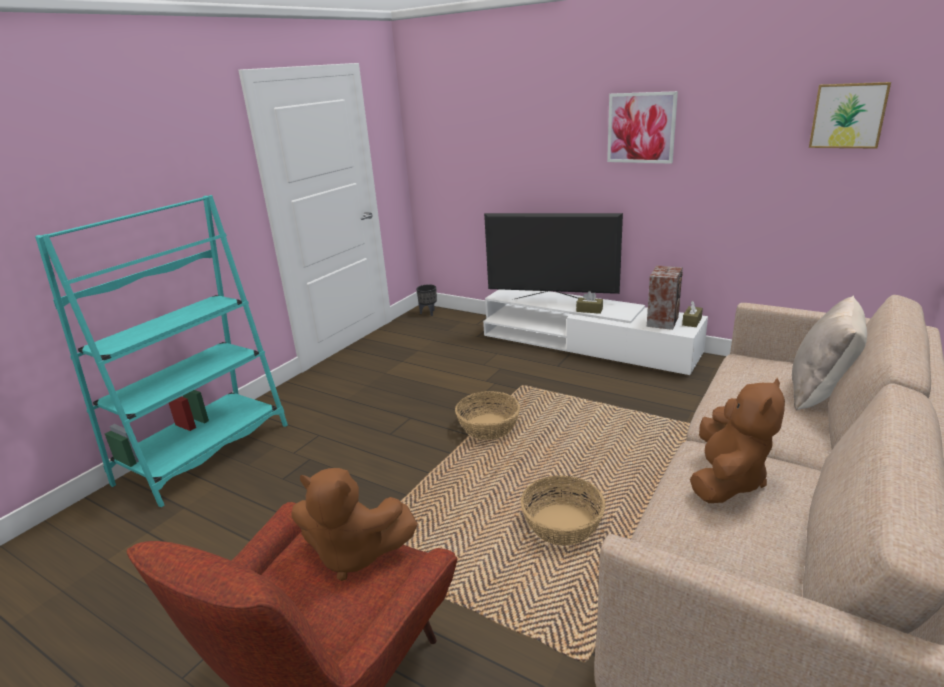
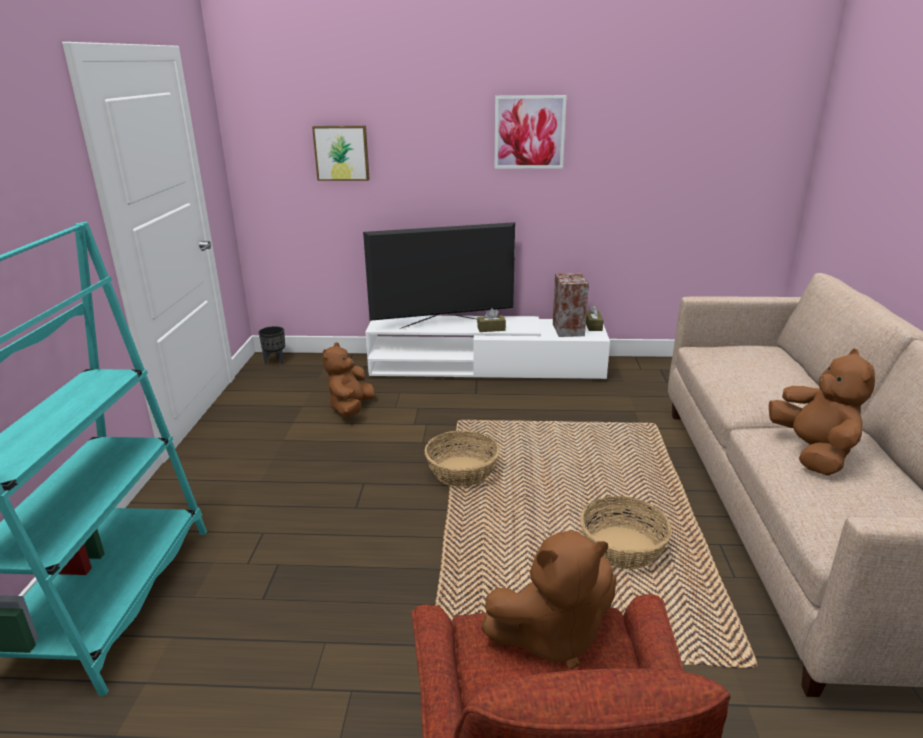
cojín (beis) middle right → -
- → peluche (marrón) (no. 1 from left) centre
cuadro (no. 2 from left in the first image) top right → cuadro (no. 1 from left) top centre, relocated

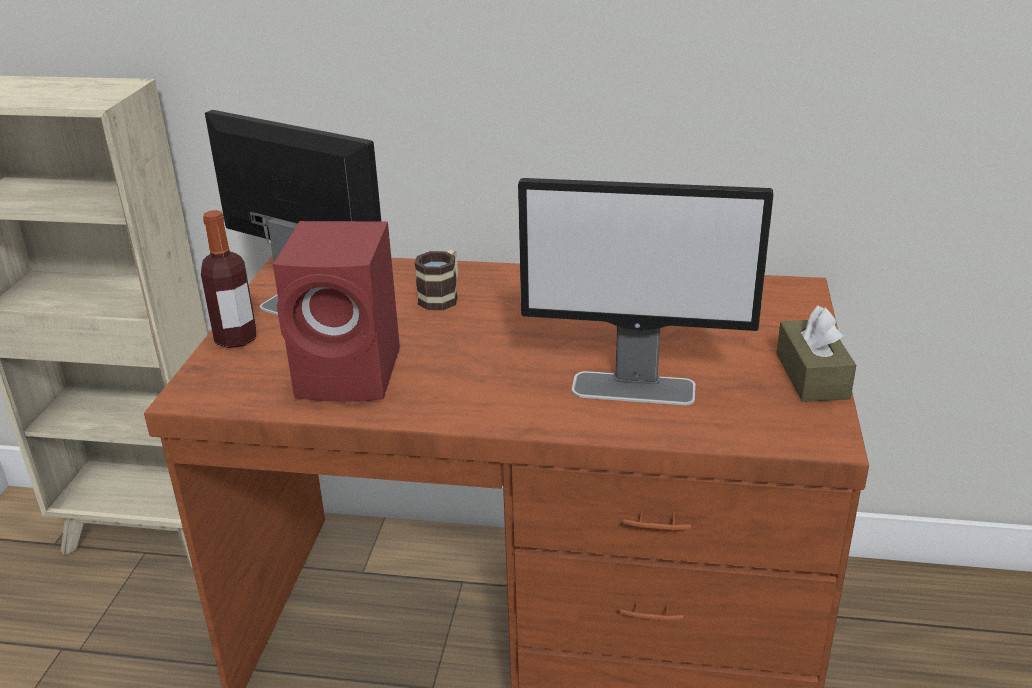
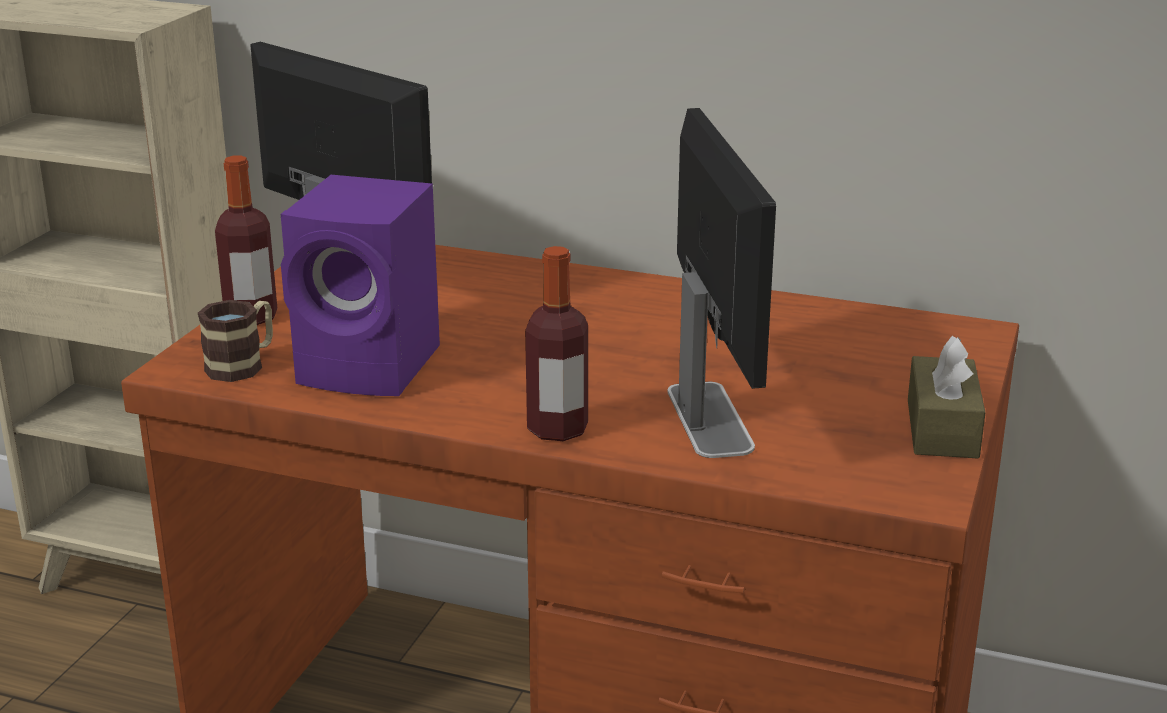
- → botella (no. 2 from left) centre
taza grande centre → taza grande middle left, relocated
altavoz (rojo) middle left → altavoz (morado) middle left
monitor (no. 2 from left) centre, 120 degrees counterclockwise

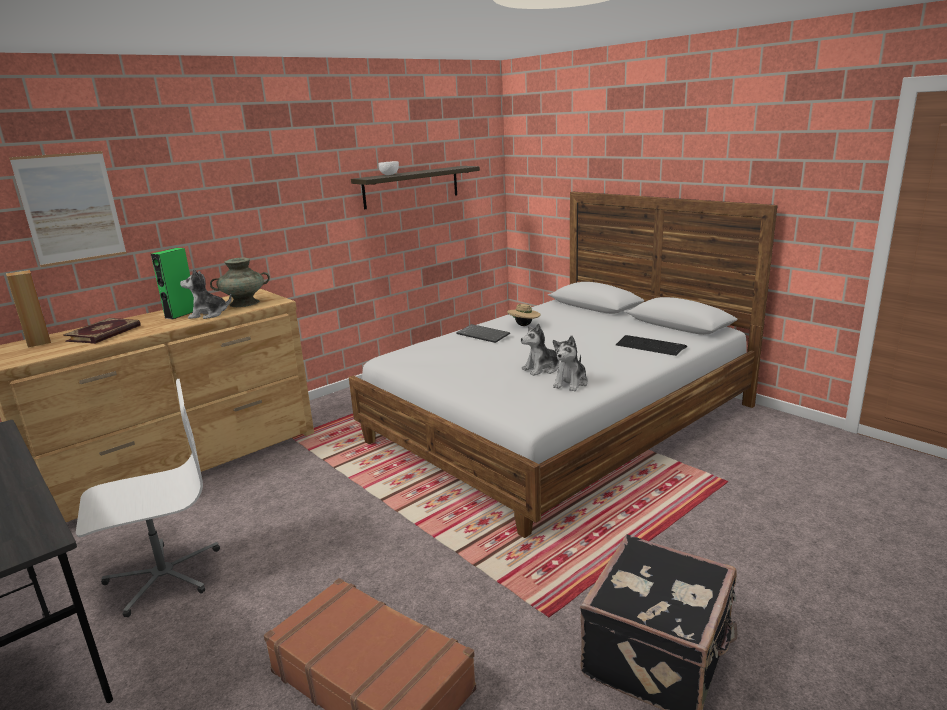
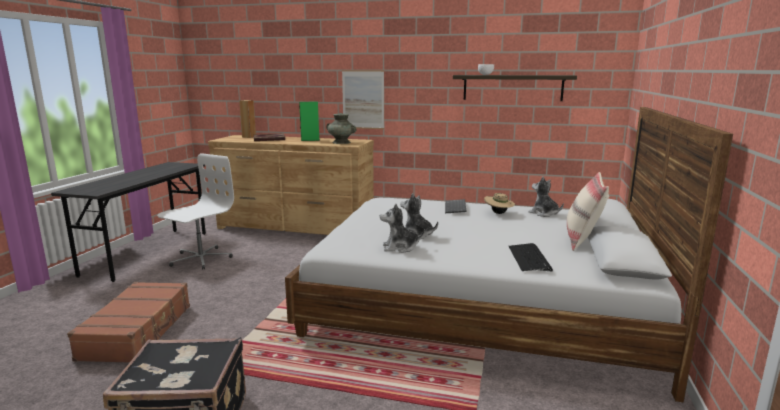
- → cojín (beis) middle right
cuadro top left → cuadro top centre, relocated
peluche (no. 1 from left in the first image) middle left → peluche (no. 3 from left) middle right, relocated
silla de oficina (blanco) bottom left → silla de oficina (blanco) middle left, 90 degrees counterclockwise

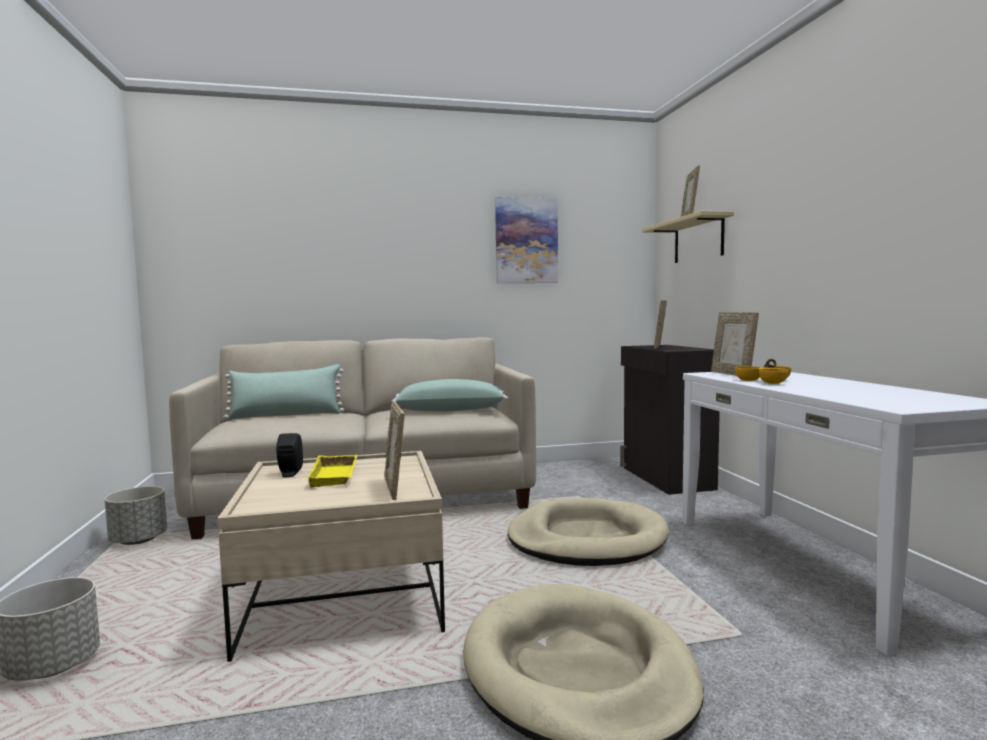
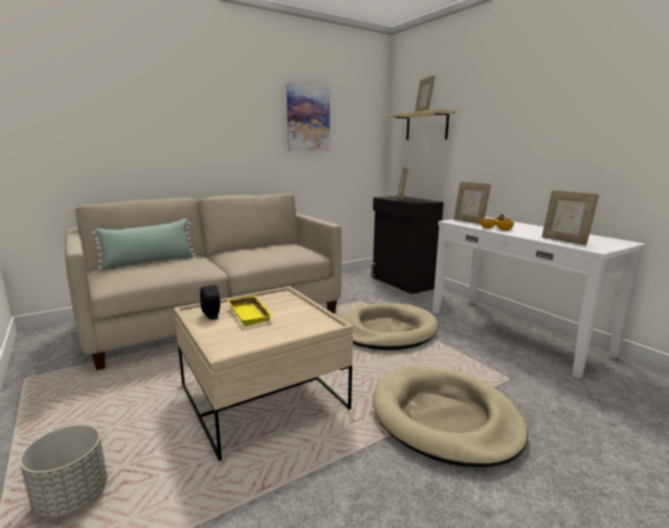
maceta (gris) (no. 2 from left) bottom left → -
cojín (verde) (no. 2 from left) centre → -
portarretratos (no. 1 from left in the first image) centre → portarretratos (no. 4 from left) middle right, relocated

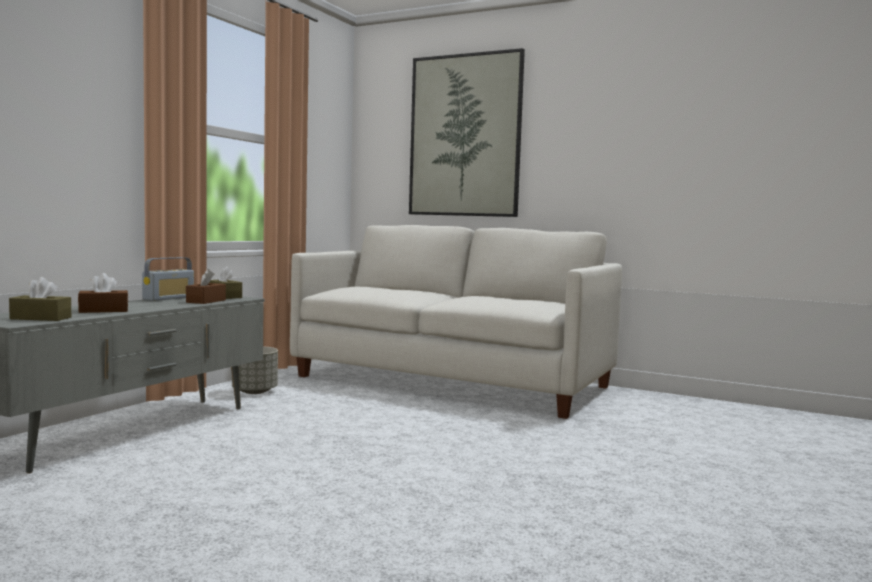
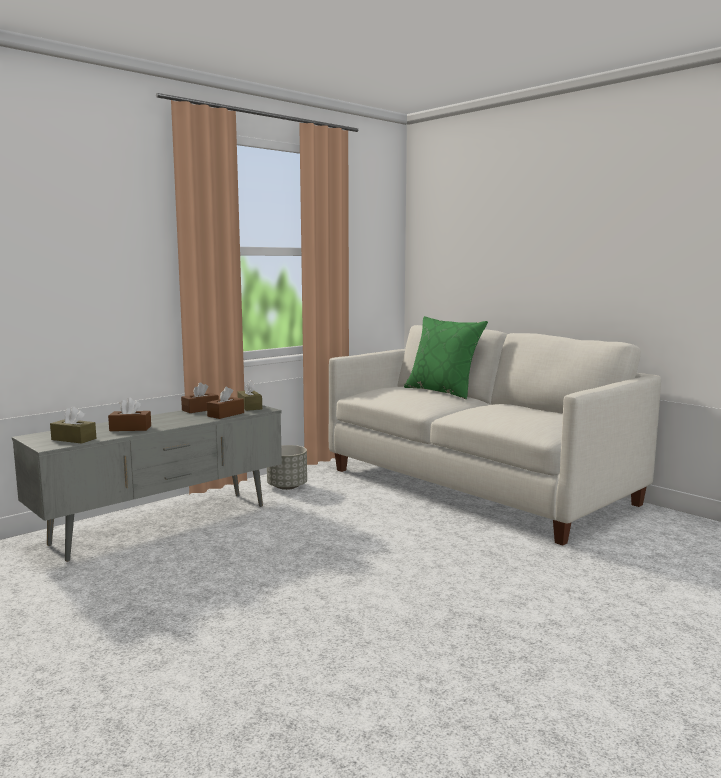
cuadro top centre → -
- → cojín (verde) centre
radio middle left → caja de pañuelos (marrón) (no. 3 from left) middle left

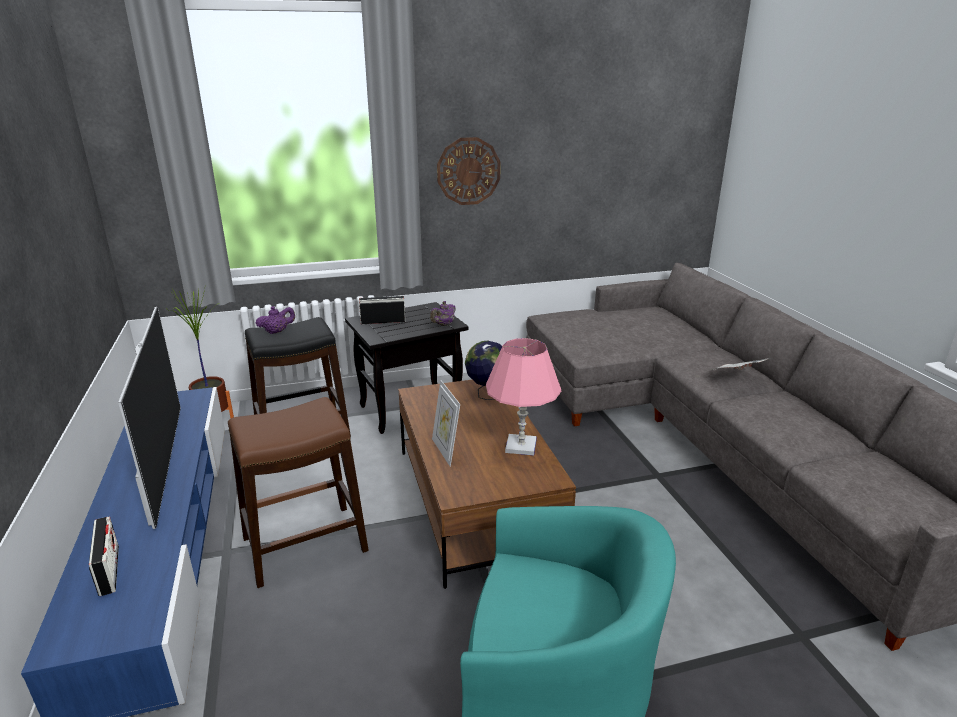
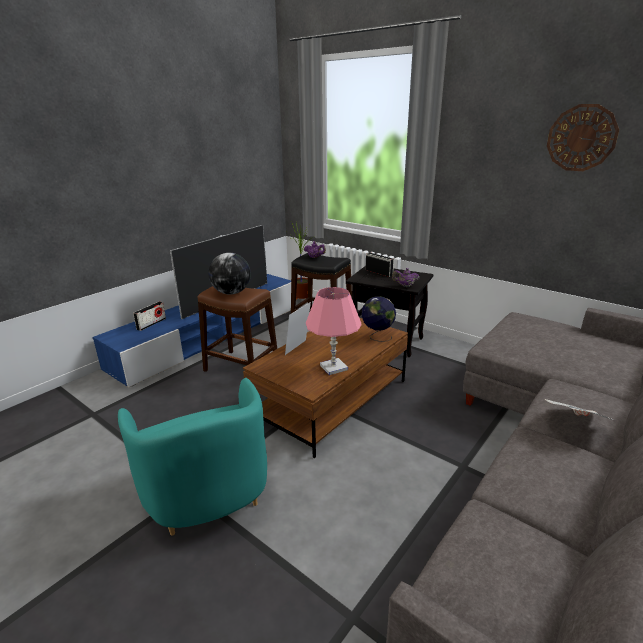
- → globo terráqueo (no. 1 from left) centre
reloj de pared top centre → reloj de pared top right, relocated

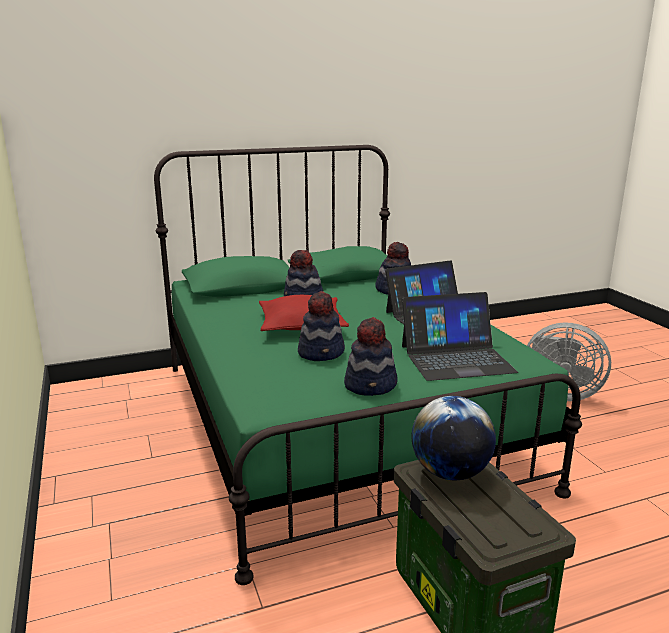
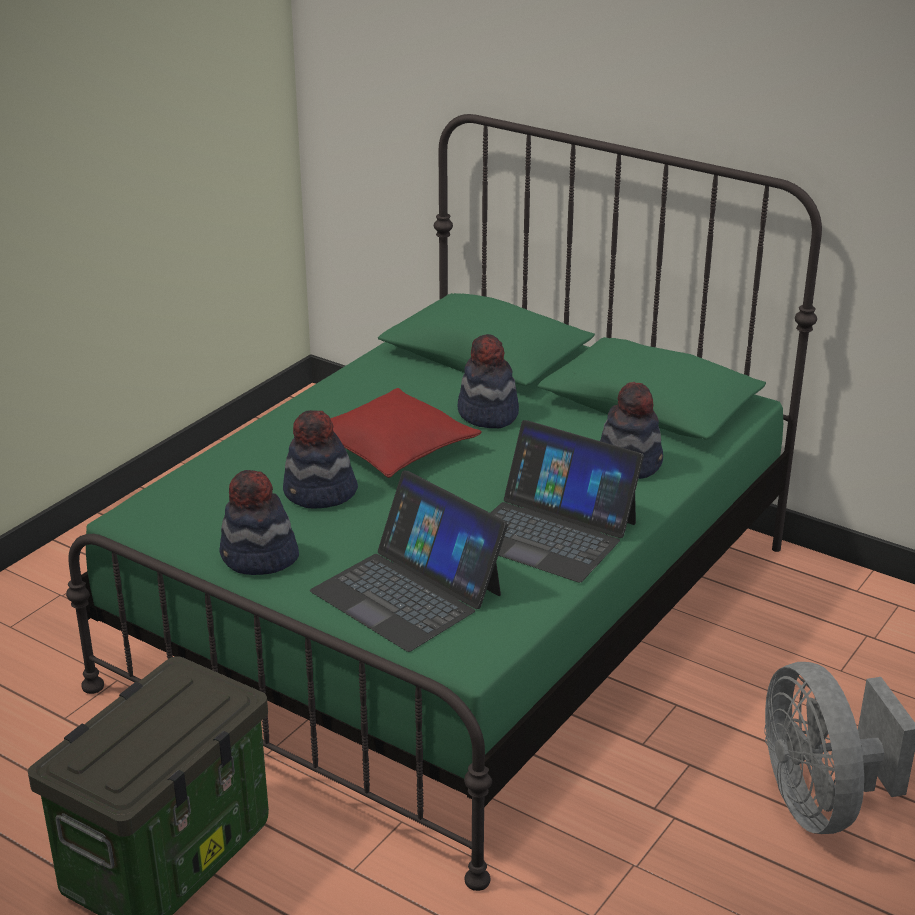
globo terráqueo bottom right → -

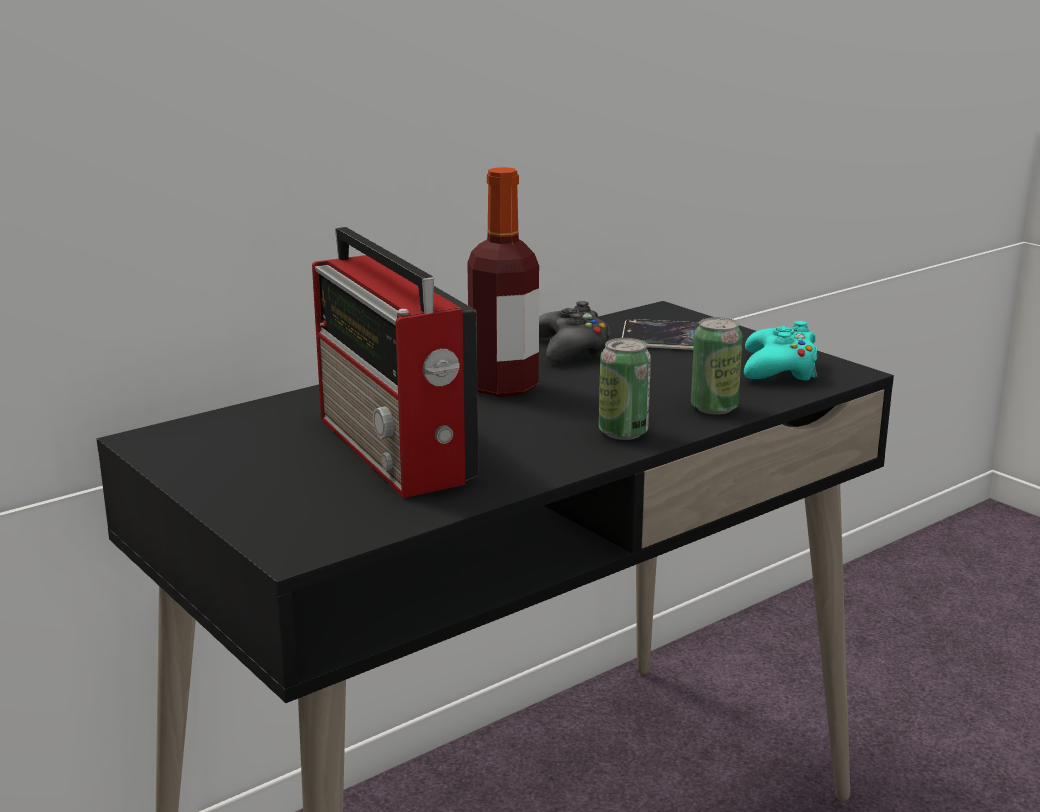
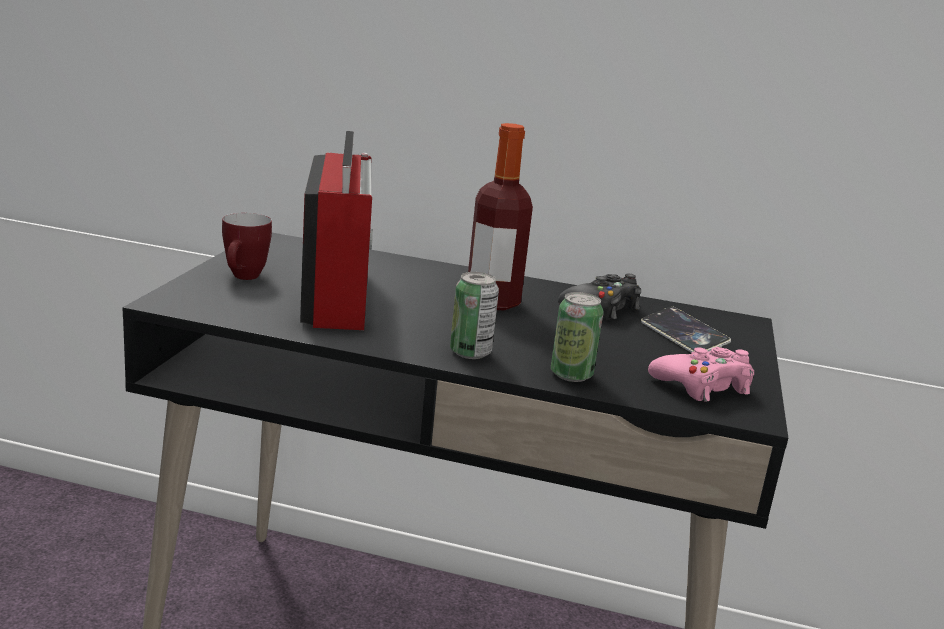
- → taza grande middle left
mando de consola (turquesa) middle right → mando de consola (rosa) middle right
radio centre, 150 degrees clockwise

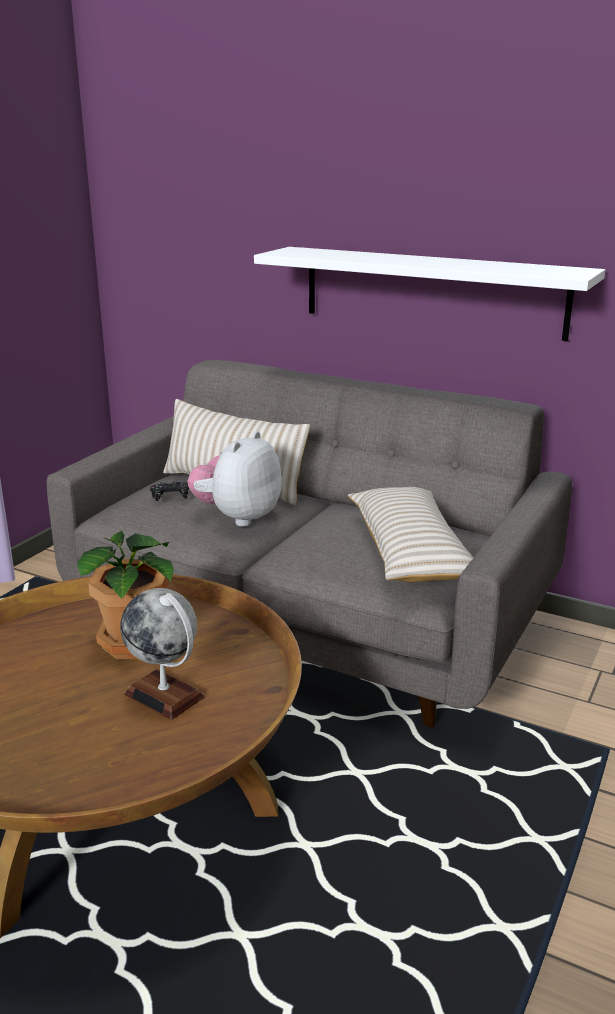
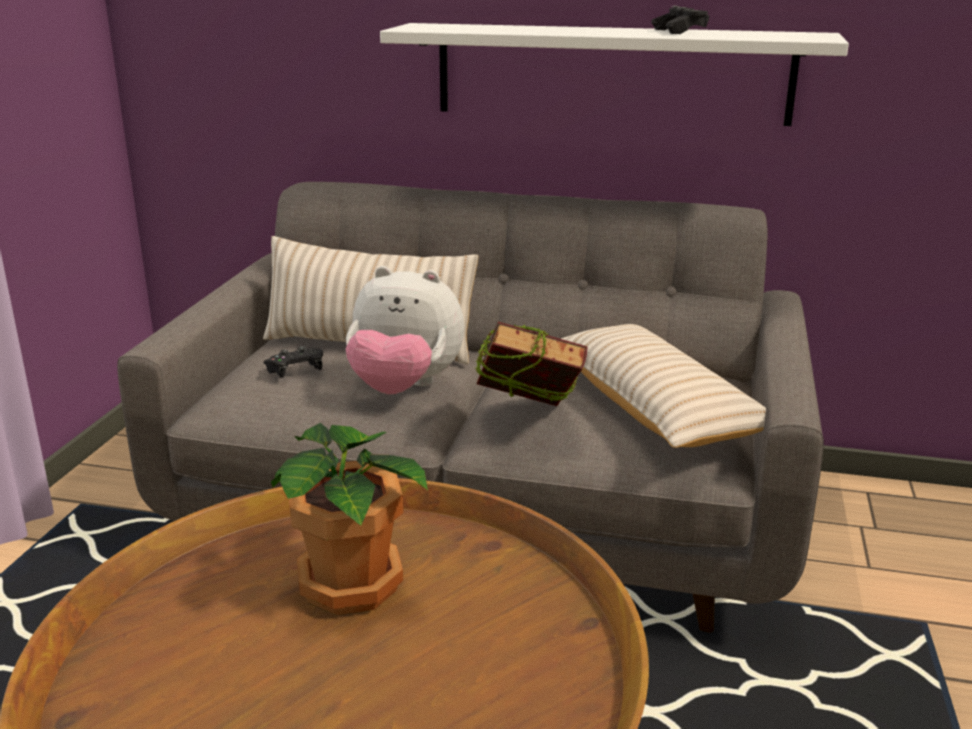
globo terráqueo middle left → -
- → libro centre
- → mando de consola (negro) (no. 2 from left) top right
peluche centre, 90 degrees counterclockwise

